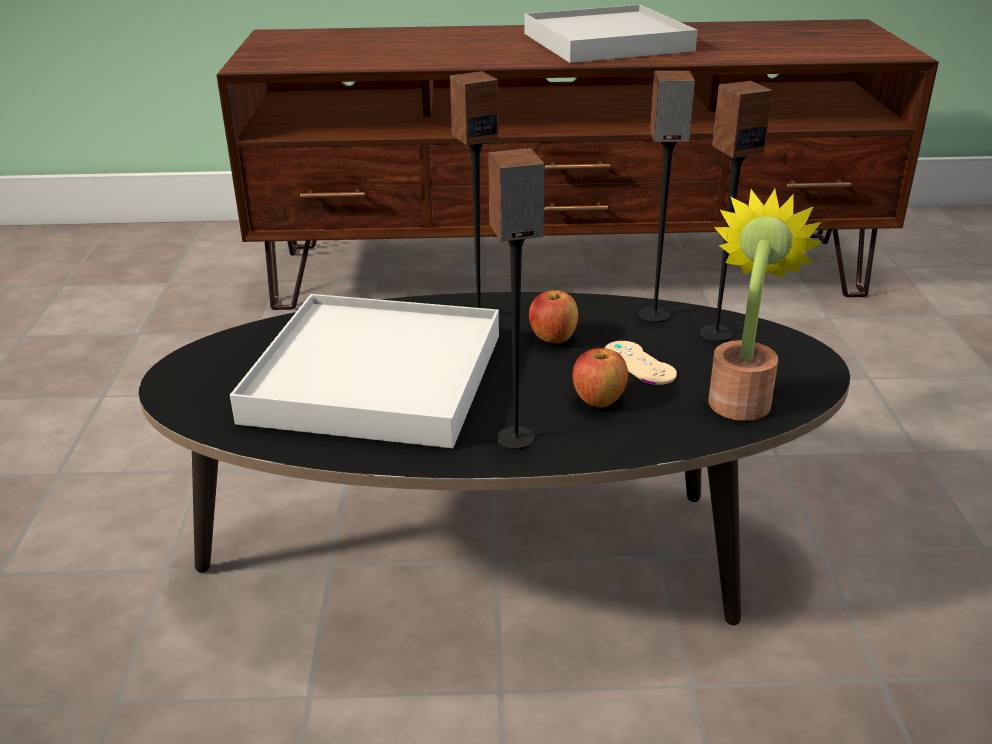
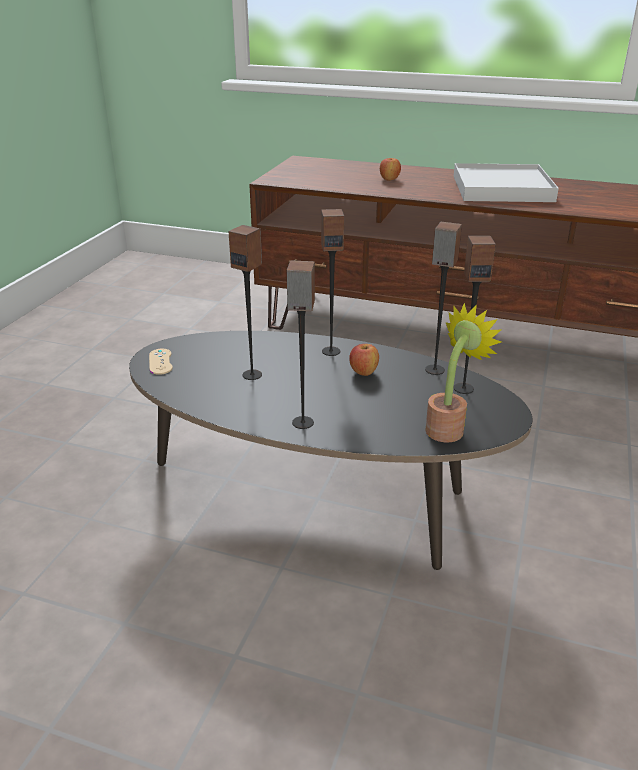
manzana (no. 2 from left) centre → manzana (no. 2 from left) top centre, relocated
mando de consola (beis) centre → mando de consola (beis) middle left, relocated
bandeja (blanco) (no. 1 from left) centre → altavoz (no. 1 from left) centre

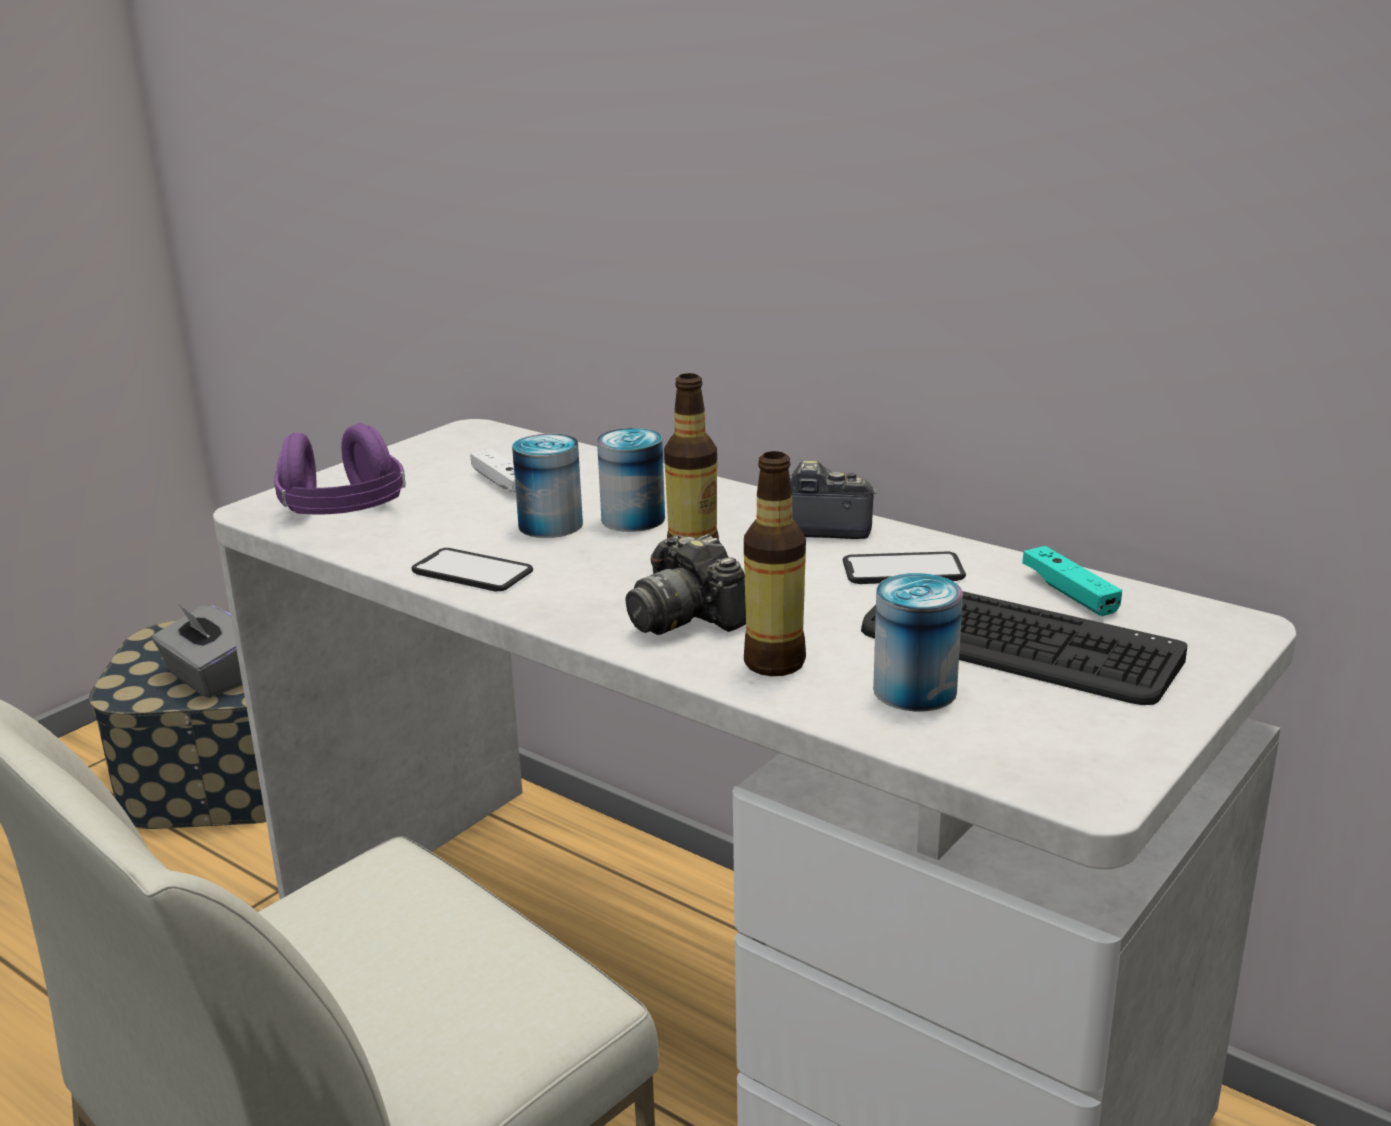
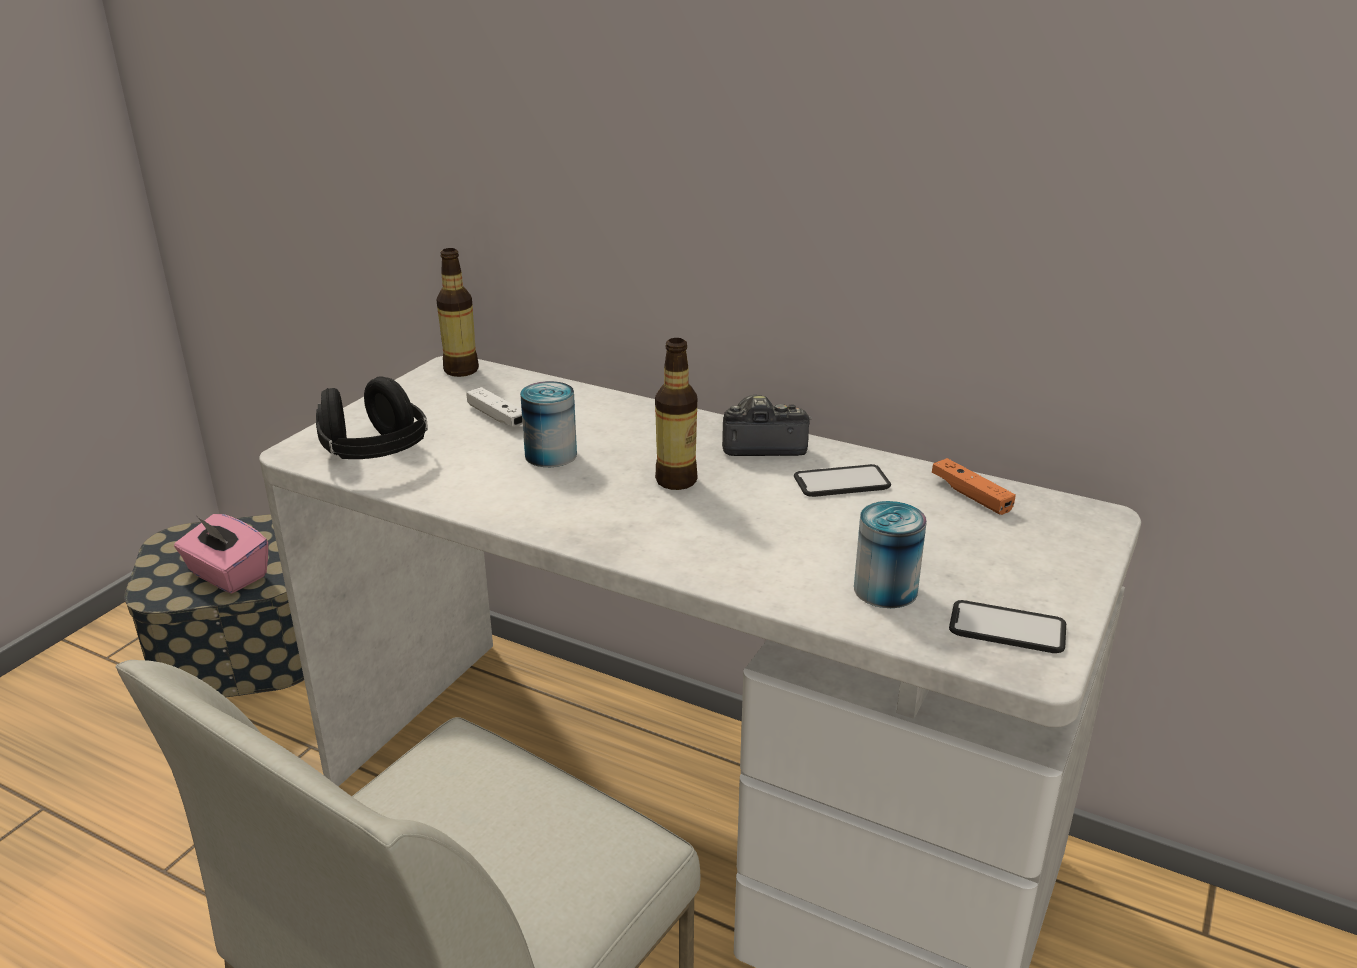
lata (no. 2 from left) centre → -
cámara (no. 1 from left) centre → -
teclado middle right → -
móvil (no. 1 from left in the first image) centre → móvil (no. 2 from left) middle right, relocated
botella (no. 2 from left in the first image) centre → botella (no. 1 from left) top centre, relocated
caja de pañuelos (gris) middle left → caja de pañuelos (rosa) middle left
auriculares (morado) middle left → auriculares (negro) middle left
mando de consola (turquesa) middle right → mando de consola (naranja) middle right

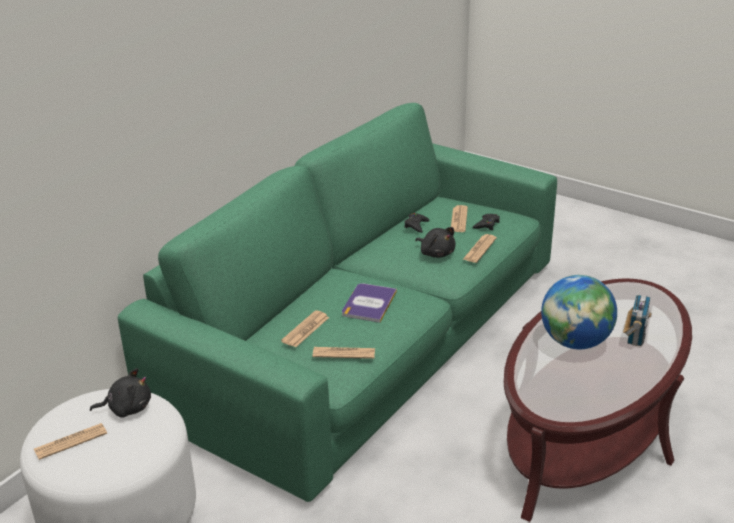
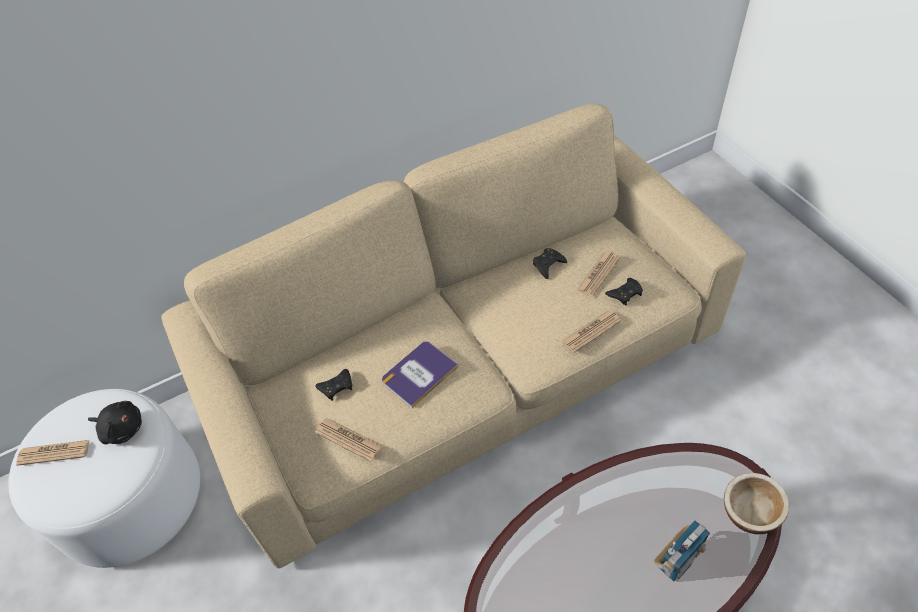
peluche (negro) (no. 2 from left) centre → -
globo terráqueo middle right → -
- → cuenco bottom right
periódico (no. 2 from left) centre → mando de consola (negro) (no. 1 from left) centre
sofá (verde) centre → sofá (beis) centre

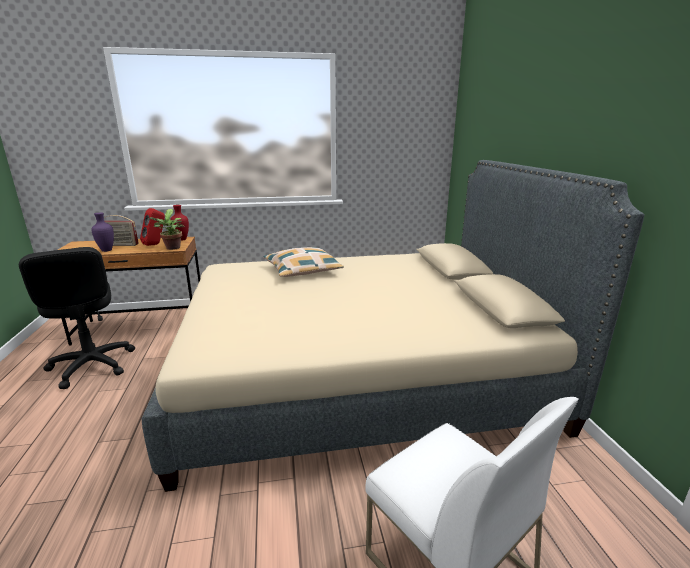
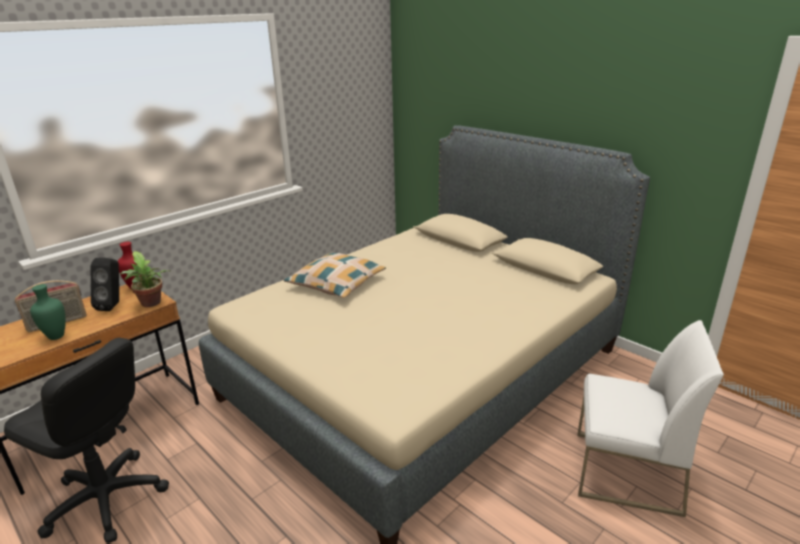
florero (morado) middle left → florero (verde) middle left
altavoz (rojo) middle left → altavoz (negro) middle left

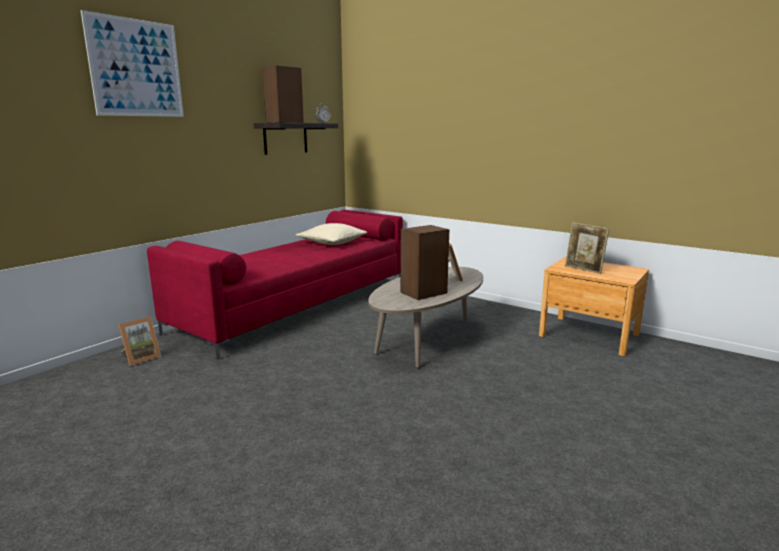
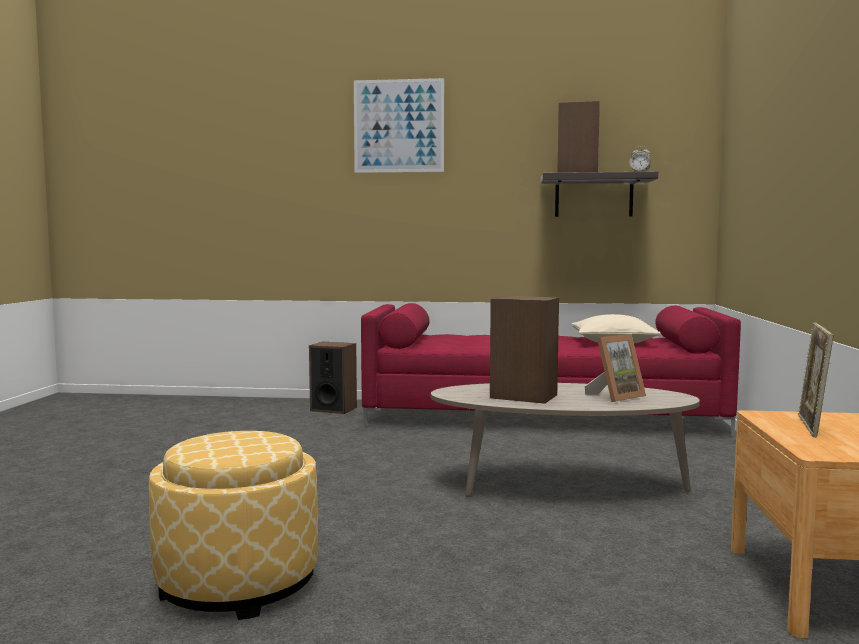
- → puf bottom left
portarretratos (no. 1 from left) middle left → altavoz (no. 1 from left) centre

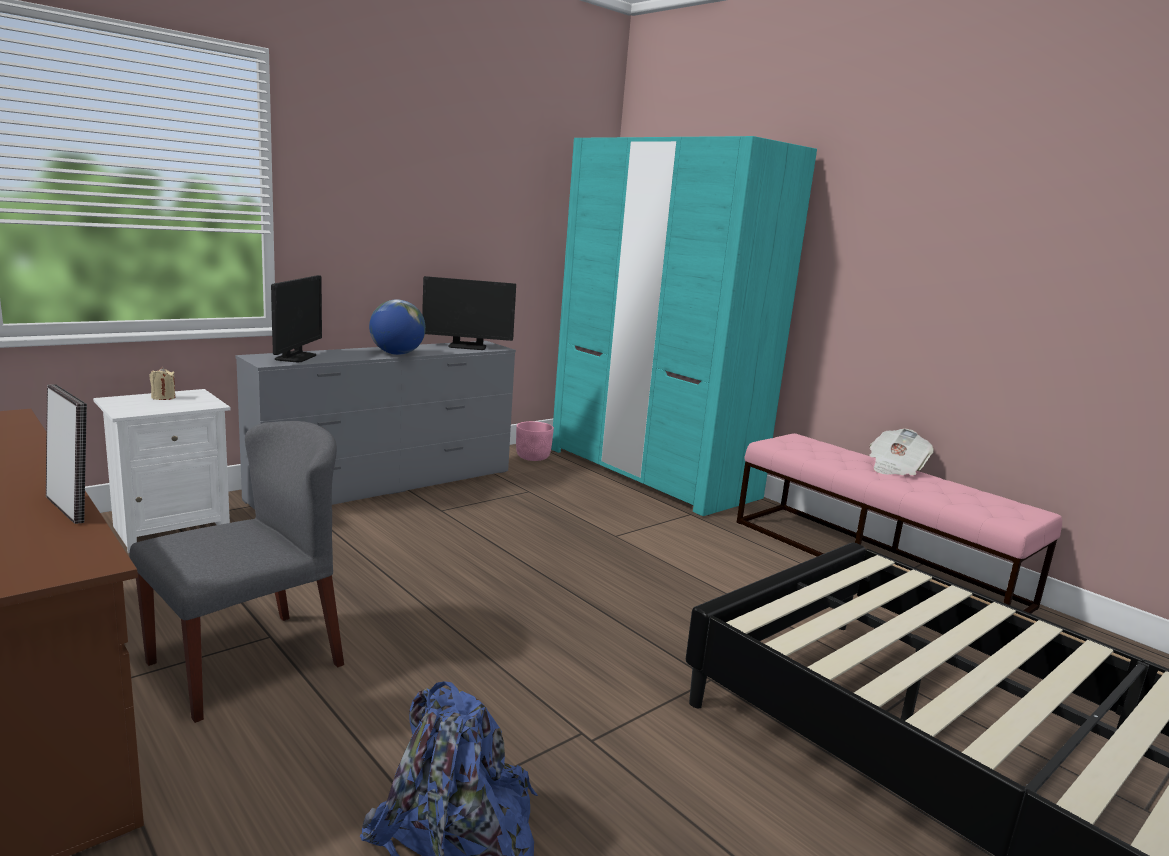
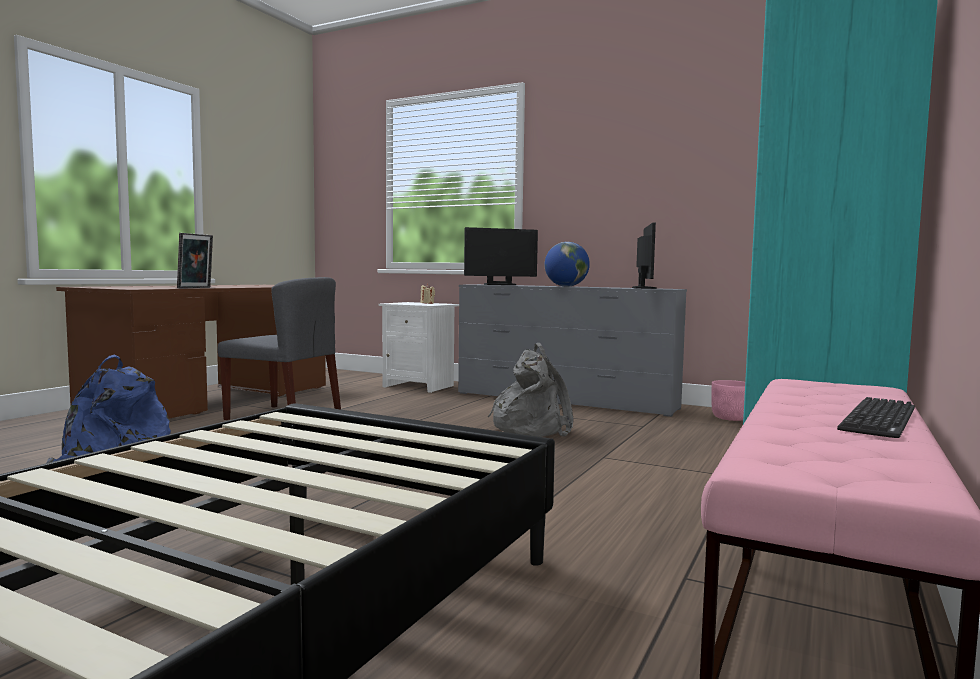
- → mochila (gris) centre
periódico middle right → teclado middle right
monitor (no. 2 from left) centre, 150 degrees counterclockwise

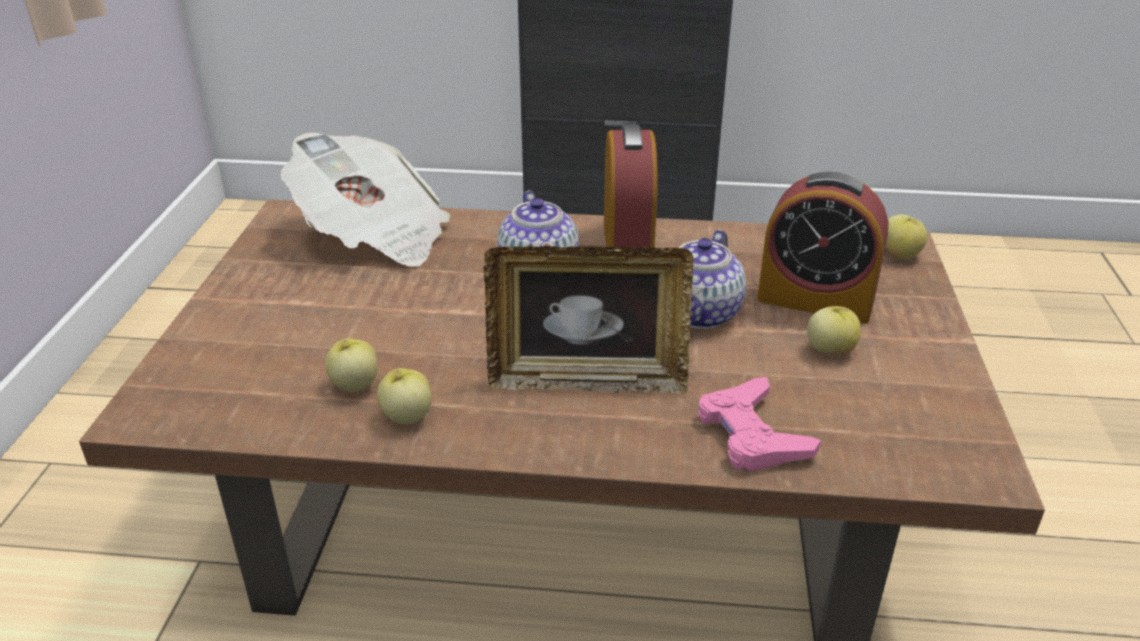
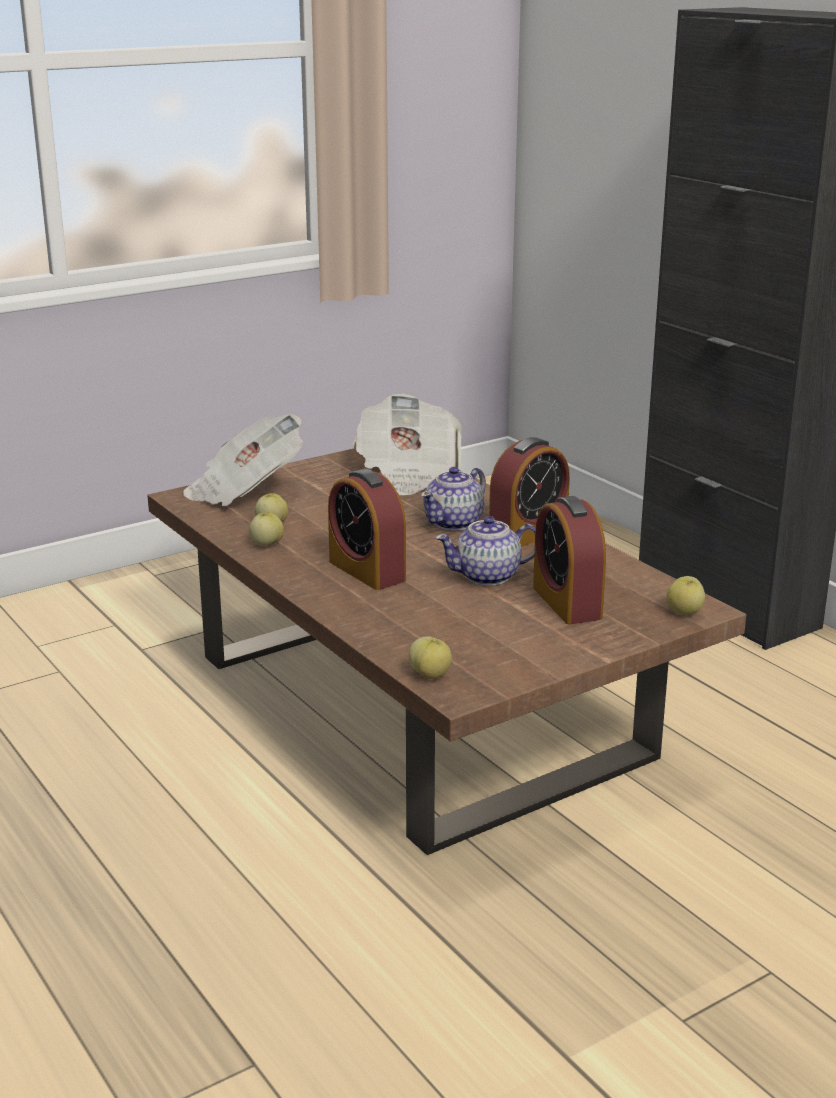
mando de consola (rosa) middle right → -
- → periódico (no. 1 from left) middle left
manzana (no. 3 from left) middle right → manzana (no. 3 from left) centre, relocated
portarretratos centre → despertador (no. 1 from left) centre

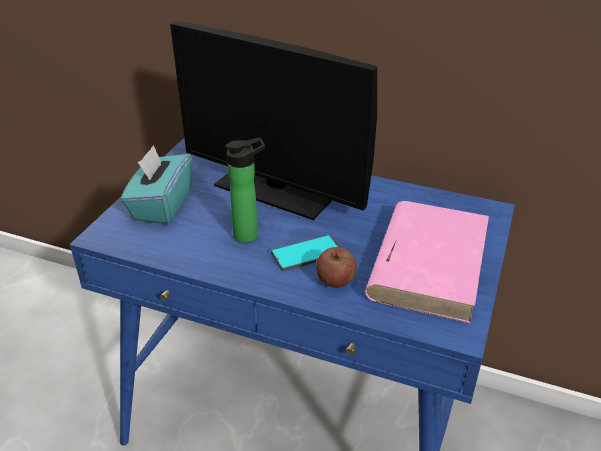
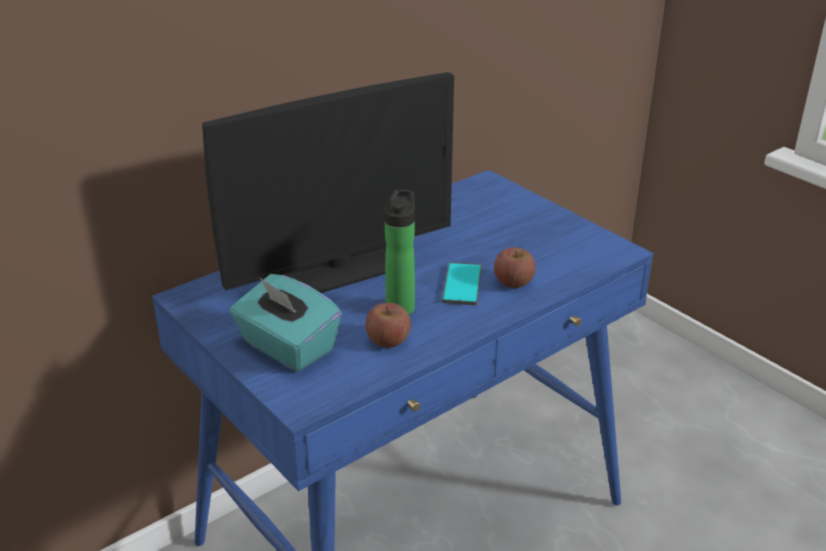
libro (rosa) middle right → -
- → manzana (no. 1 from left) centre

